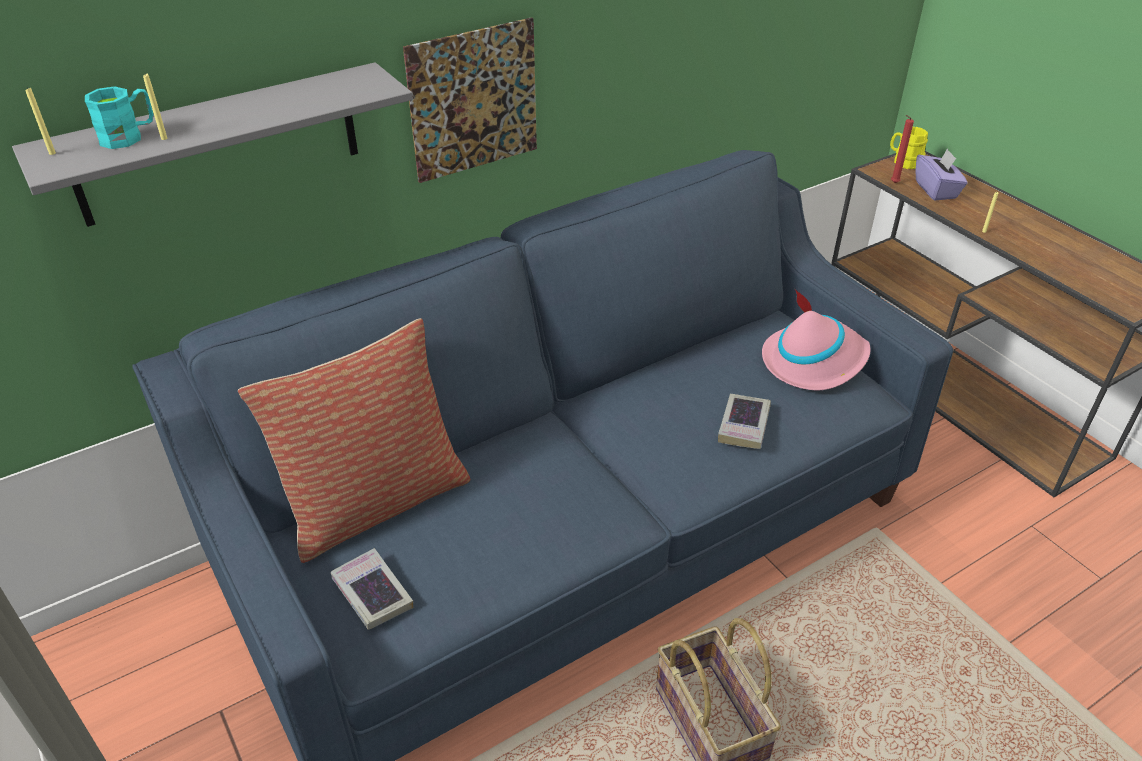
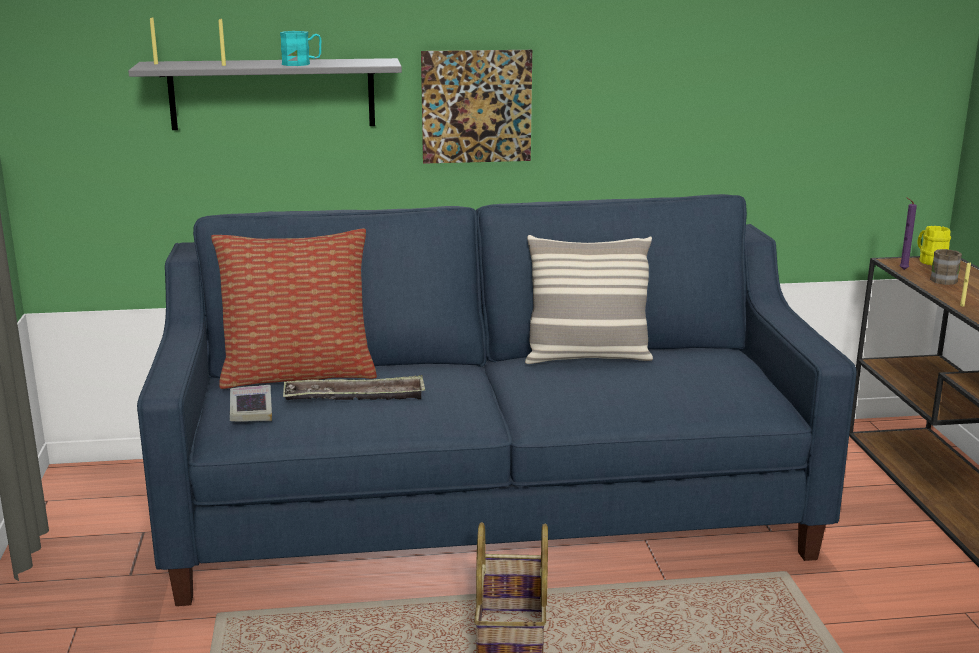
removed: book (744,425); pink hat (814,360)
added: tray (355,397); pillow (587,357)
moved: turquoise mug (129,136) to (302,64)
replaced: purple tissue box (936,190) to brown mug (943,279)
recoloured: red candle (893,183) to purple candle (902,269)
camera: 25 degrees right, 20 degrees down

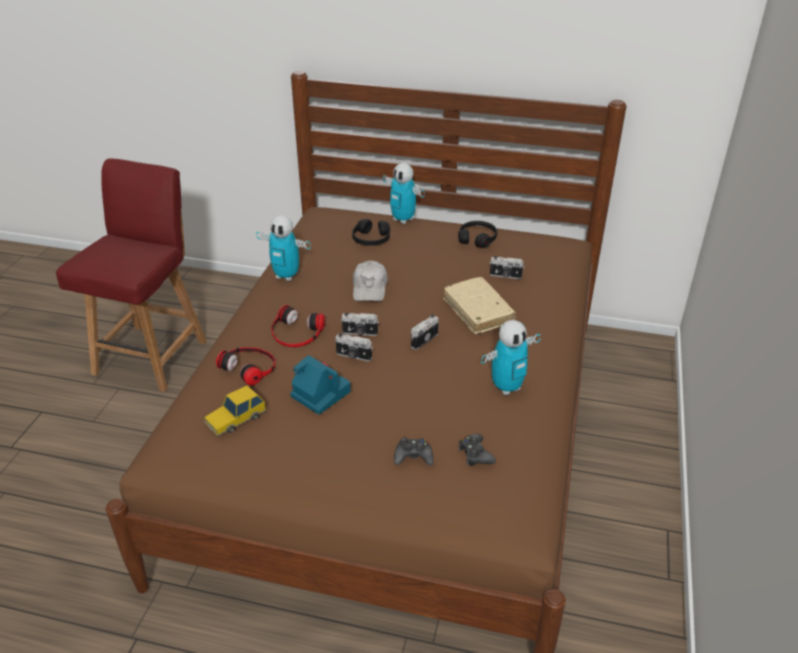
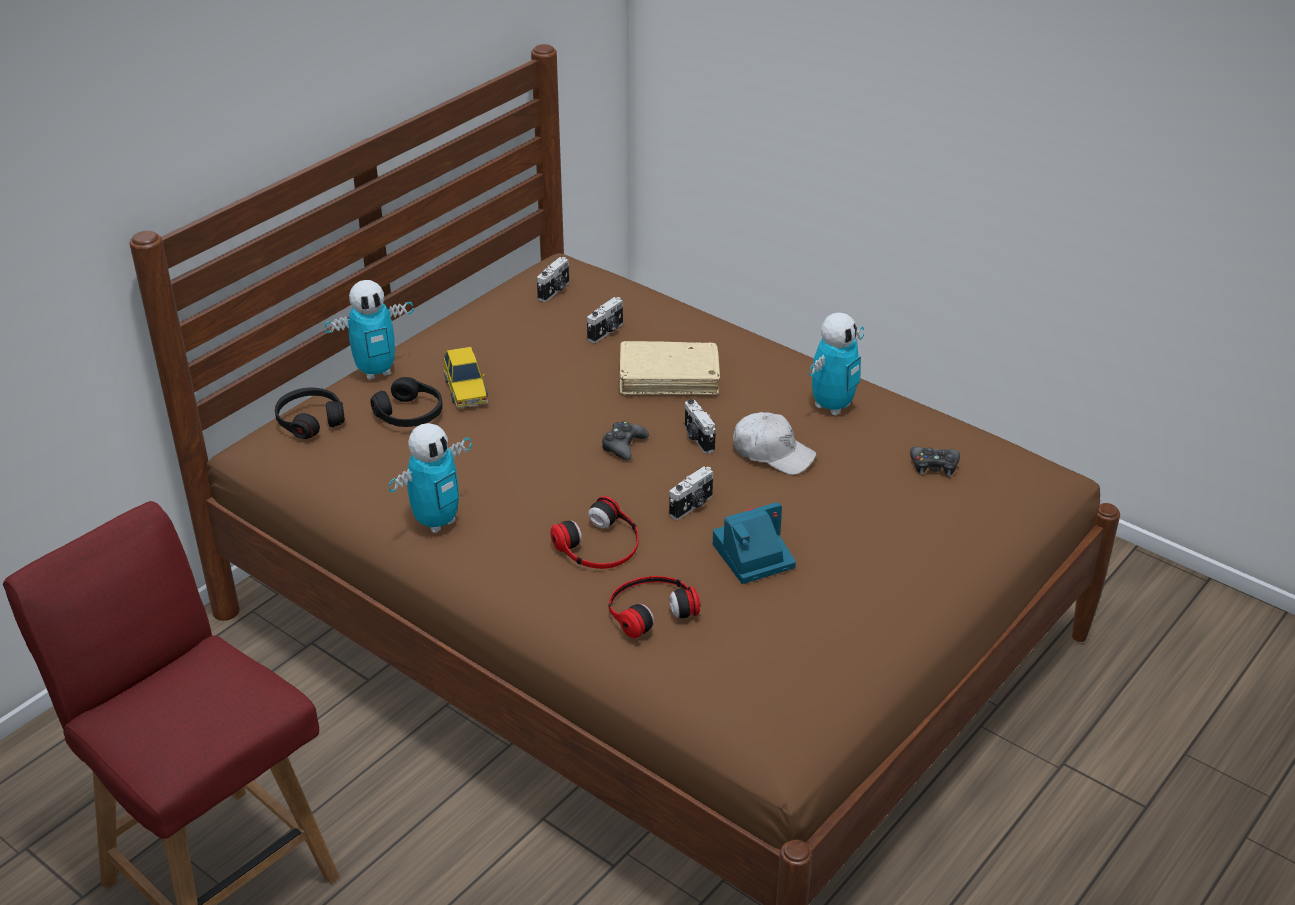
moved: toy car (235,419) to (466,390); photo camera (360,333) to (555,291); white cap (370,288) to (772,453); black game controller (413,456) to (623,446); black headphones (477,239) to (310,420)
turned: toy robot (507,387) = (832,406) 45 degrees clockwise
camera: 65 degrees left, 0 degrees up

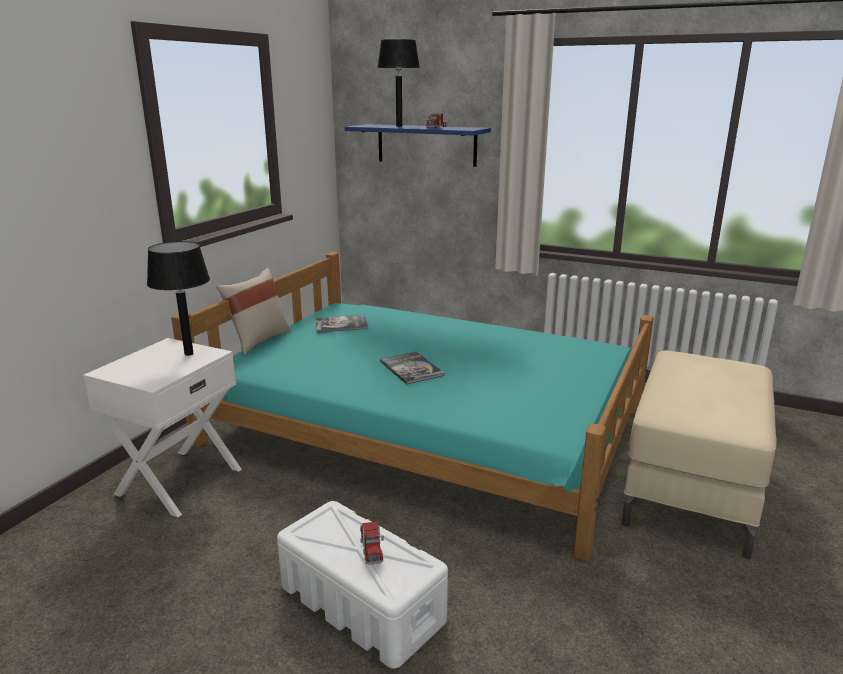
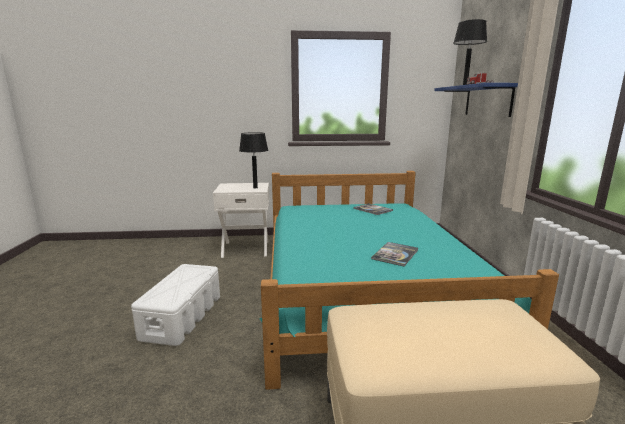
removed: beige pillow (258,340); toy truck (371,547)
moved: book (411,368) to (395,254)
camera: 60 degrees right, 5 degrees down

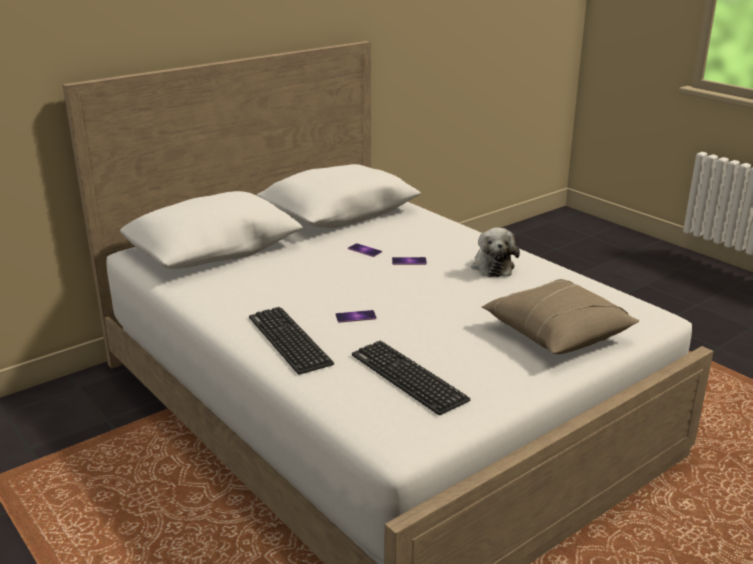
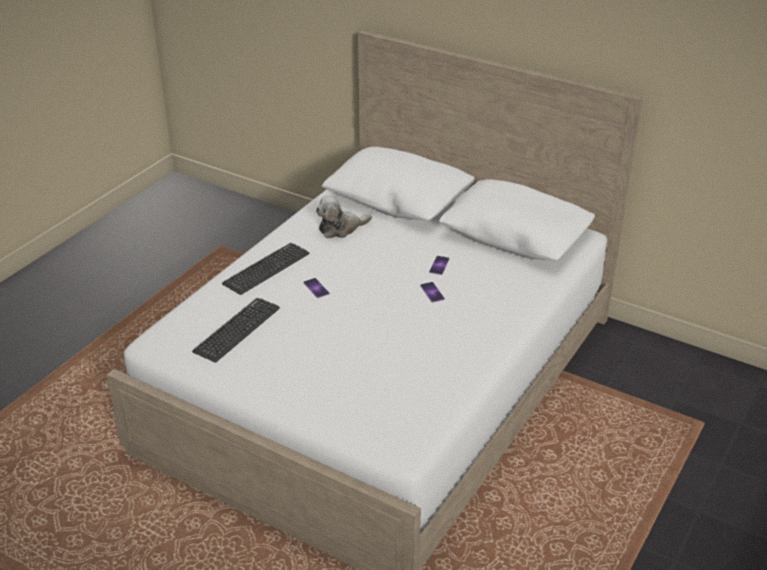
removed: beige pillow (556,333)
moved: plush toy (492,266) to (341,228)
camera: 70 degrees right, 10 degrees up

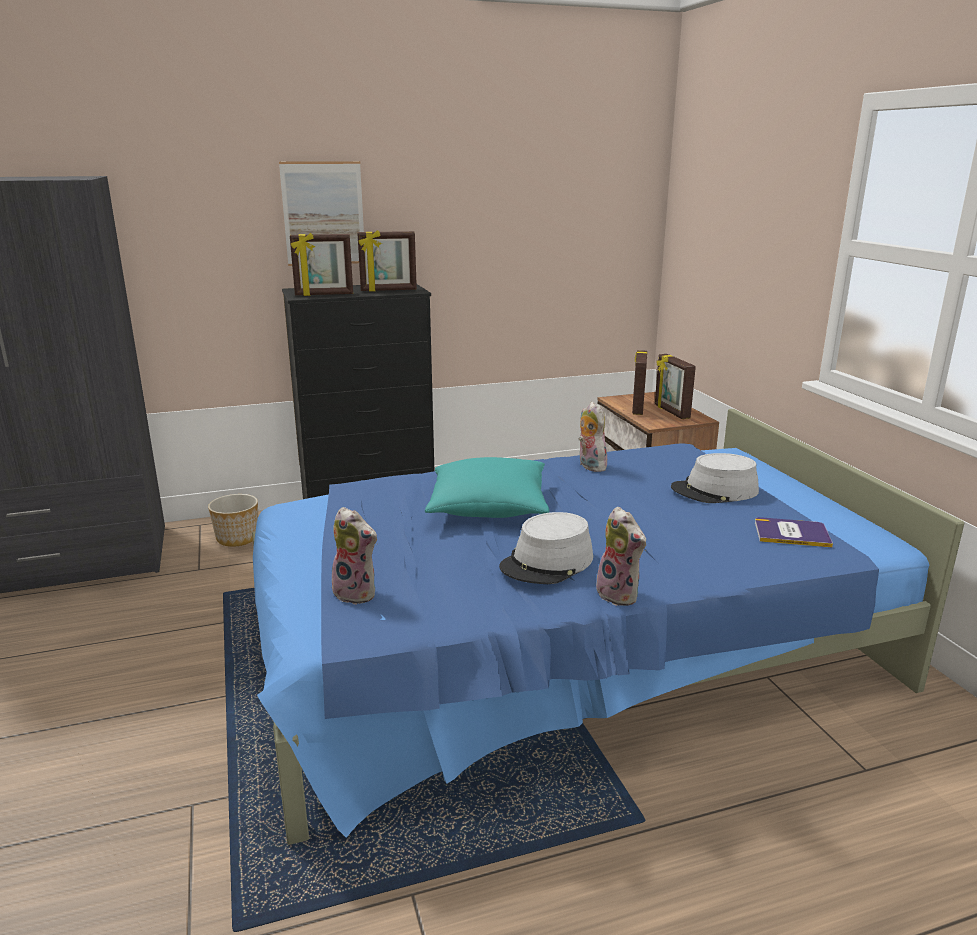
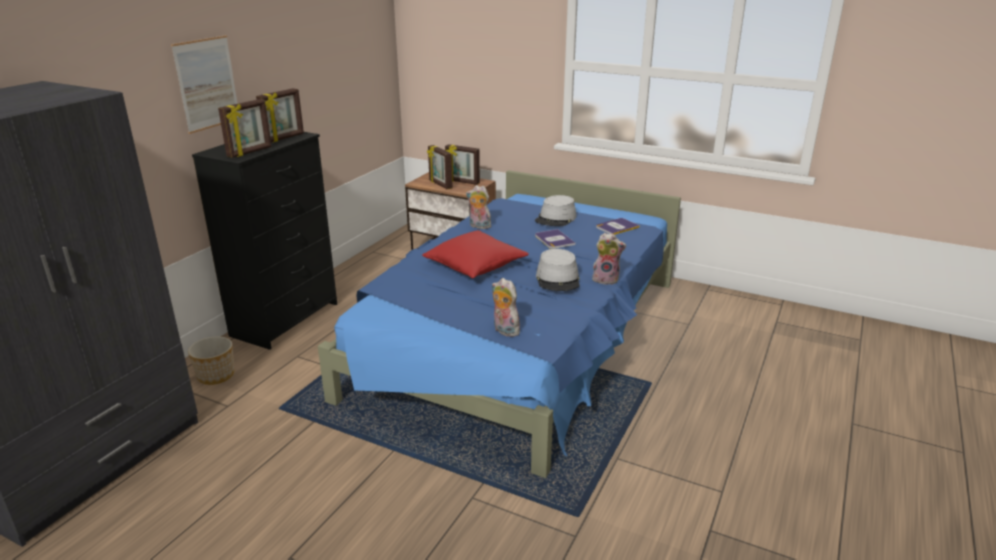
added: book (554,240)
recoloured: turquoise pillow (488,507) to red pillow (475,266)
turned: plush toy (357,593) = (504,331) 120 degrees counterclockwise
camera: 45 degrees left, 5 degrees up

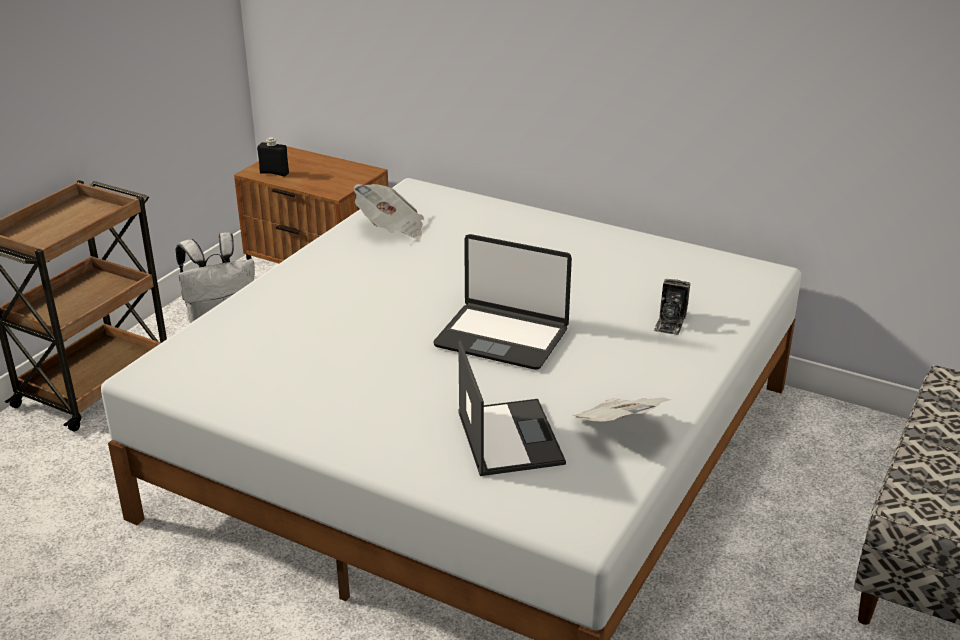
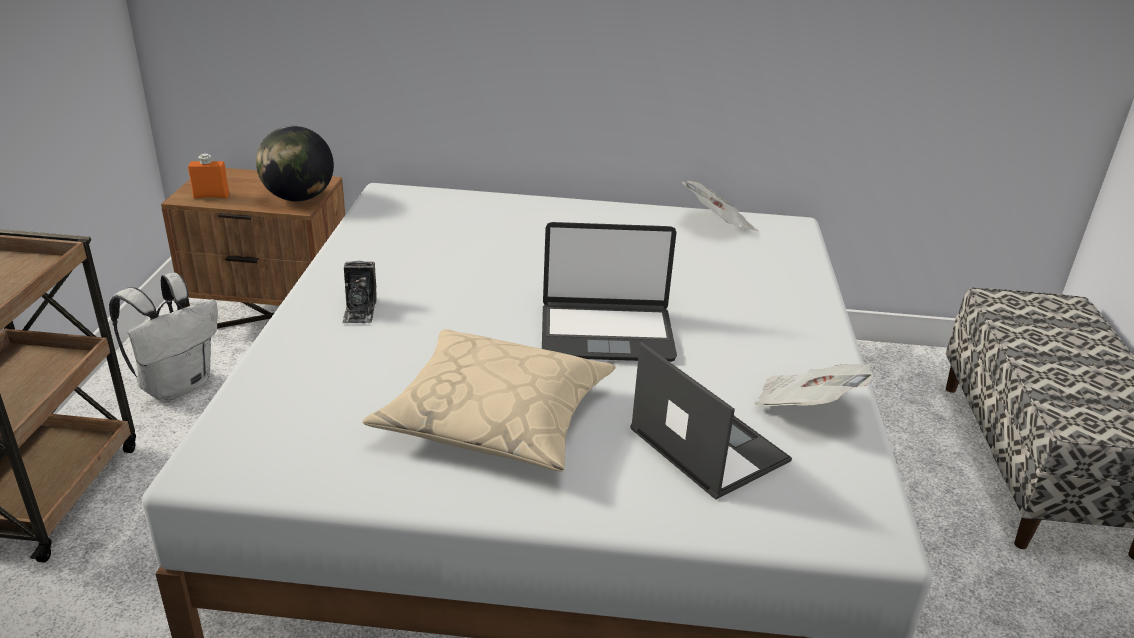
added: globe (299,198); beige pillow (496,417)
moved: newspaper (391,228) to (718,225); photo camera (670,322) to (360,310)
recoloured: black bottle (274,173) to orange bottle (211,196)
camera: 25 degrees left, 0 degrees up

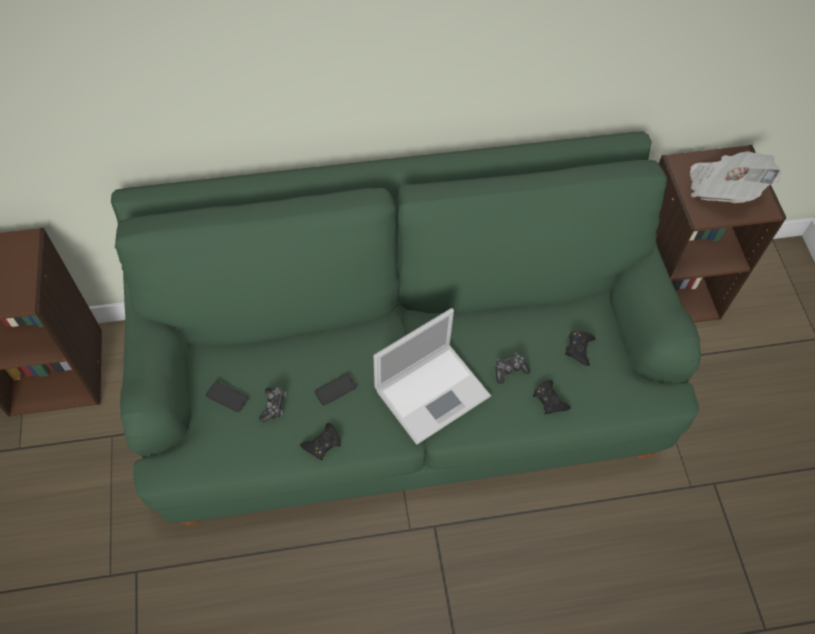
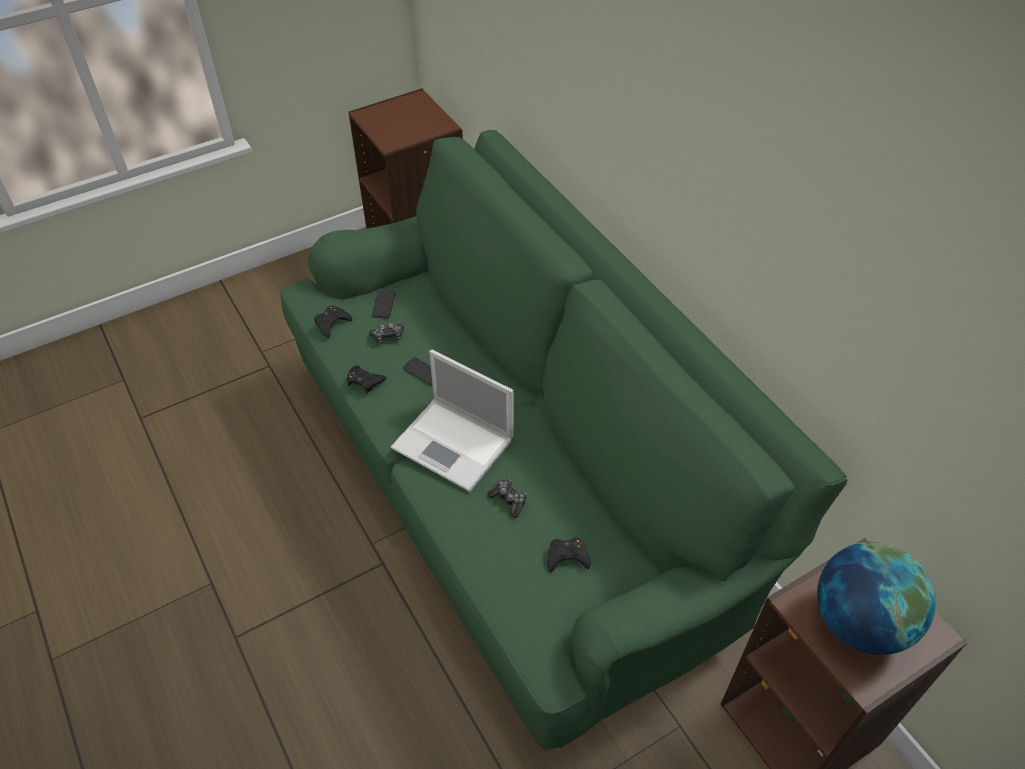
moved: black game controller (549,400) to (332,323)
replaced: newspaper (723,189) to globe (859,622)
camera: 70 degrees right, 10 degrees down

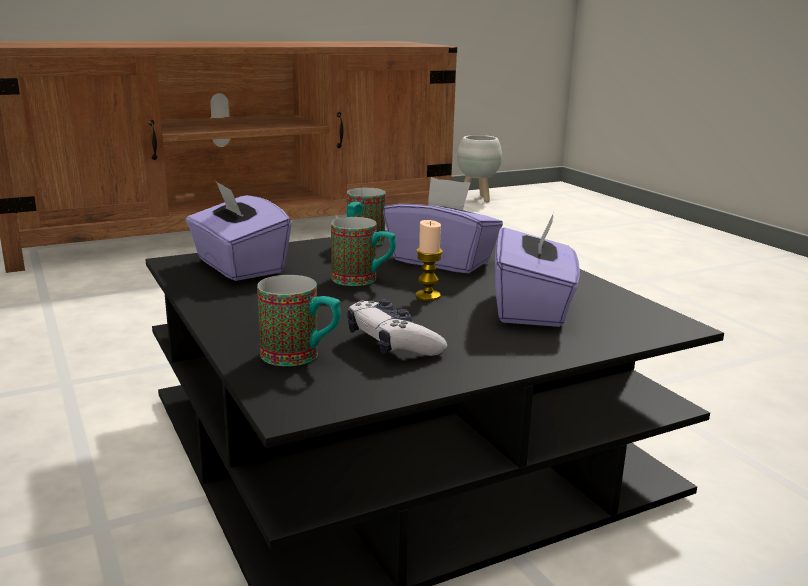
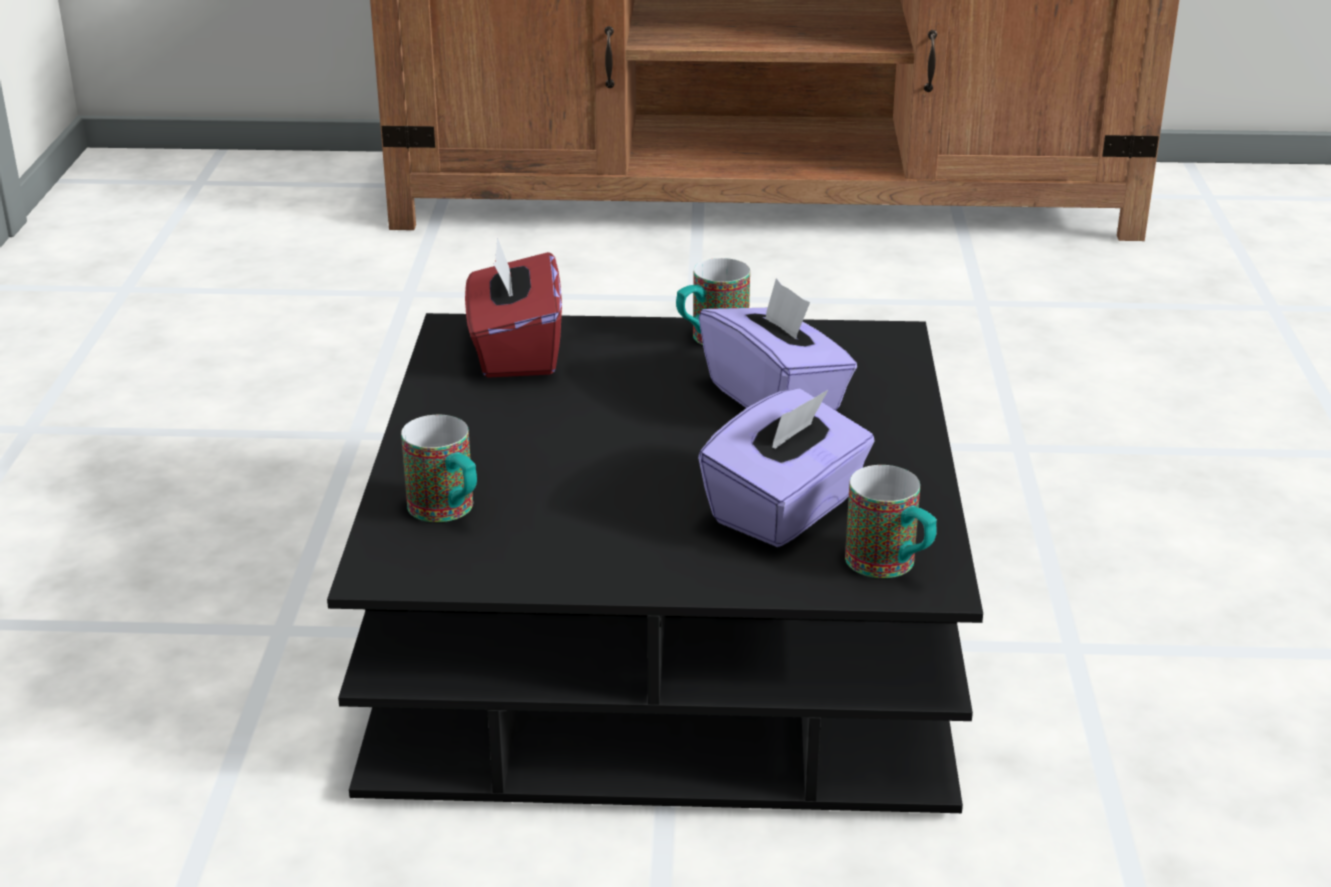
removed: game controller (392,344); candle (428,296); white planter (477,199)
moved: mug (363,280) to (891,567)
recoloured: purple tissue box (238,266) to red tissue box (515,352)
camera: 30 degrees right, 10 degrees up

